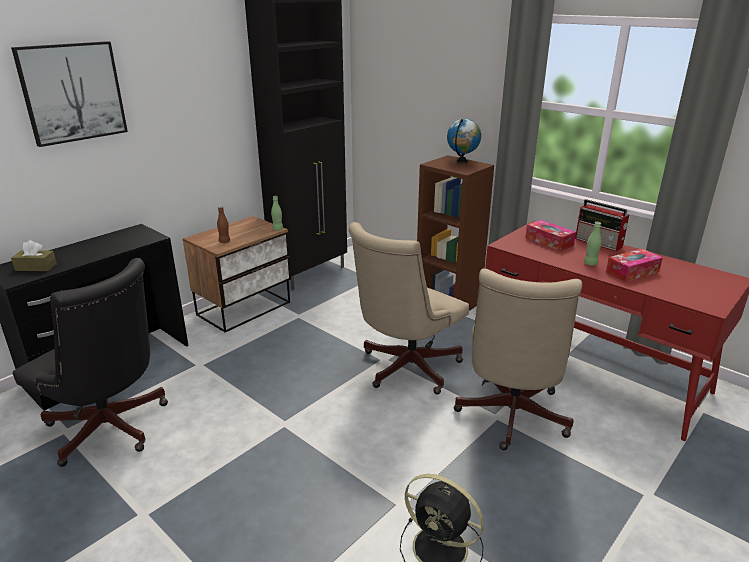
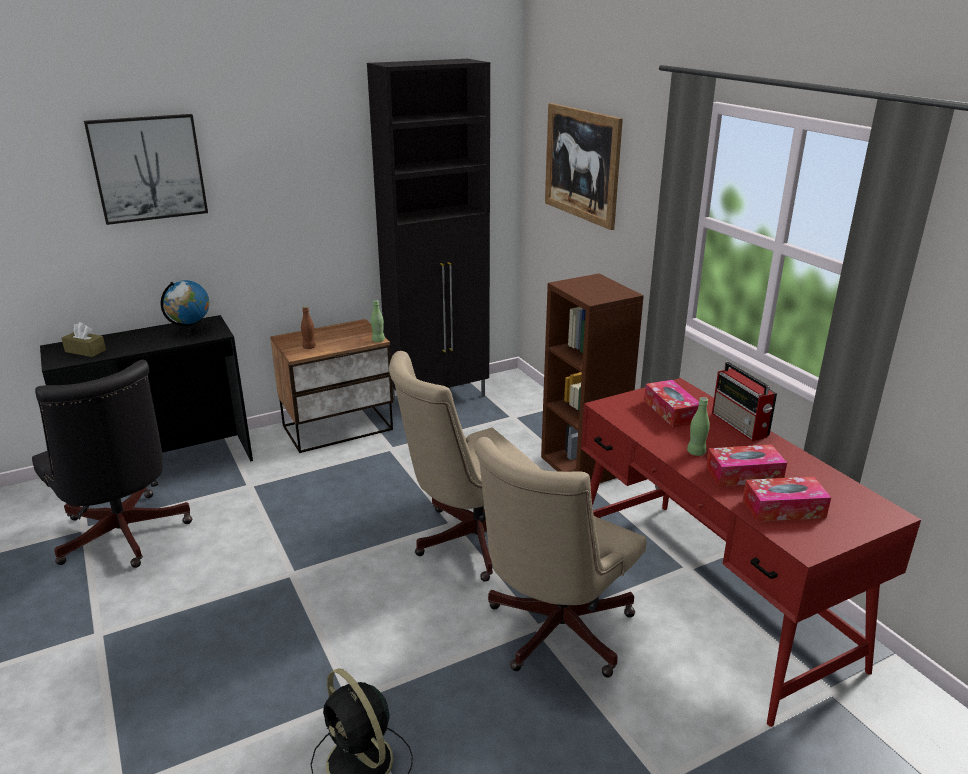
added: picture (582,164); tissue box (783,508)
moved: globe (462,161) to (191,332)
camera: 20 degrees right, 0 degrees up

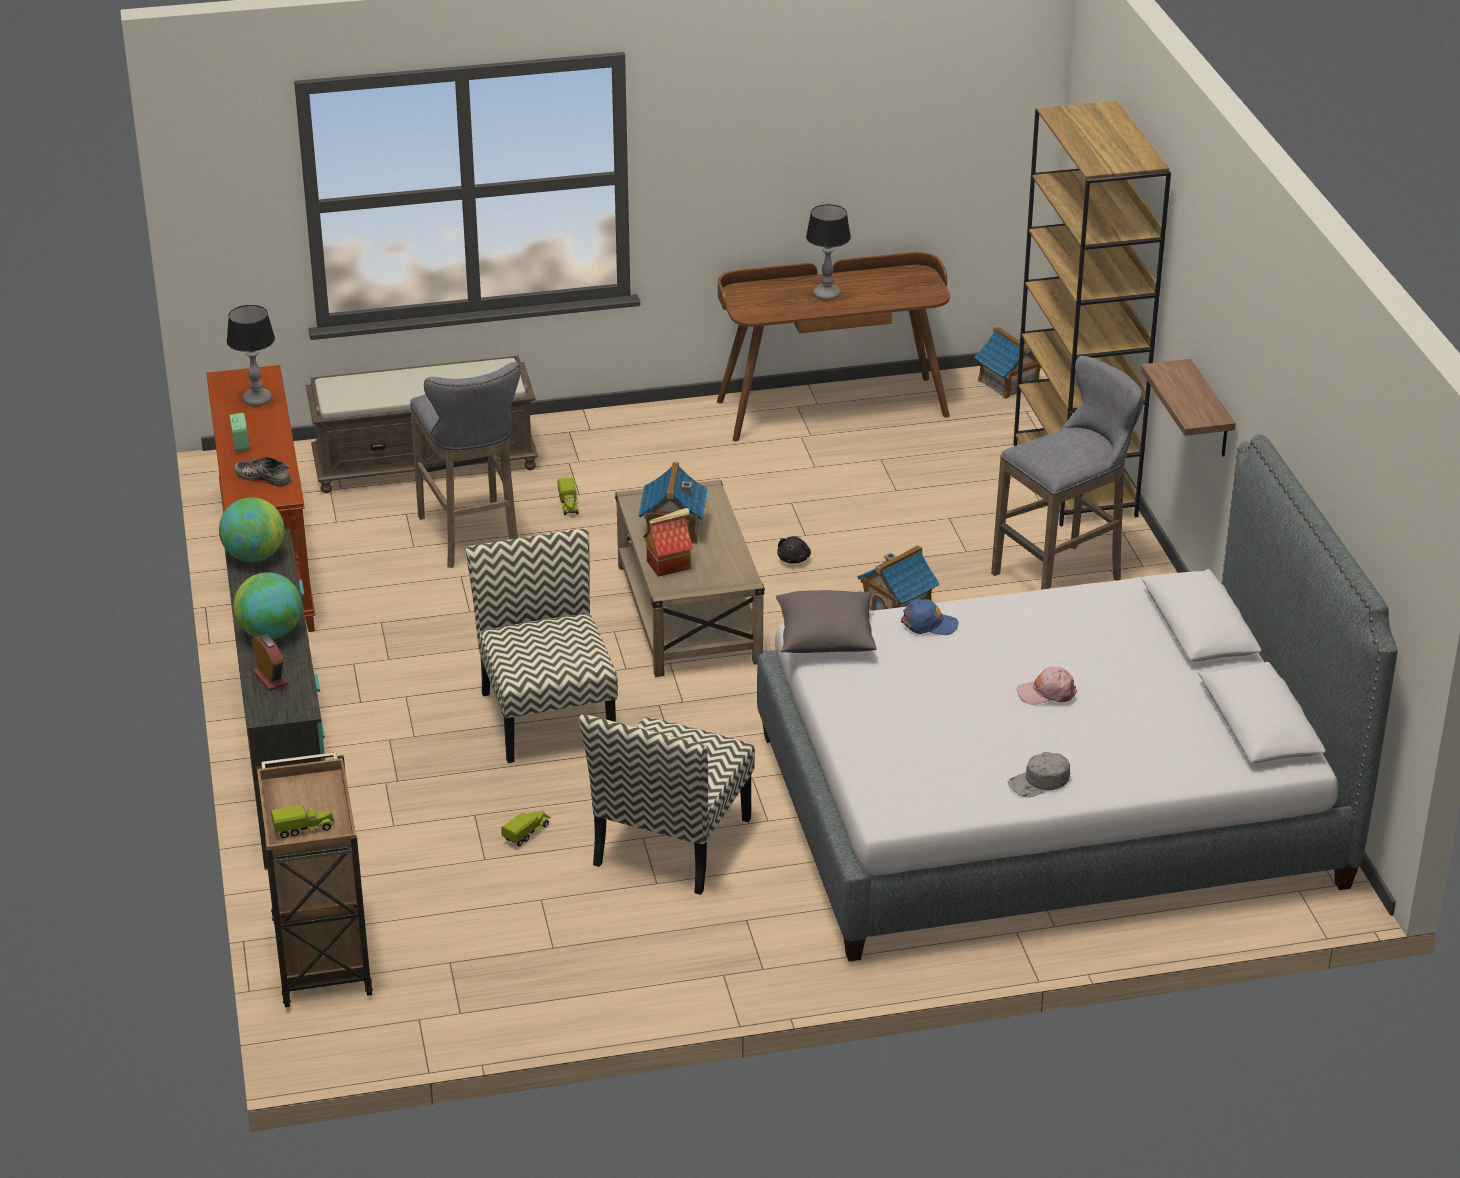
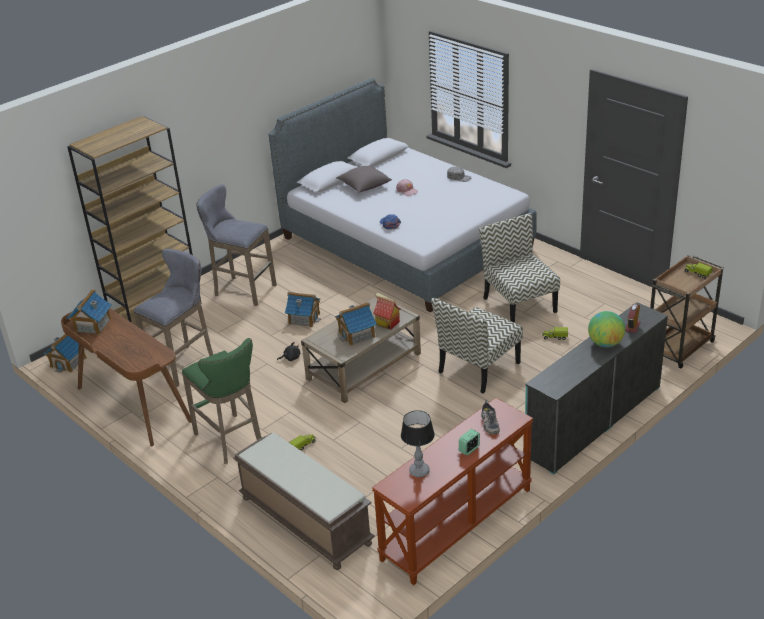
removed: globe (254,556); table lamp (826,295); shelf (1210,411)
added: toy house (92,325); green stool (231,441)
moved: grey stool (472,538) to (184,363); grey pillow (825,639) to (364,186)
turned: chair (672,843) = (518,304) 105 degrees counterclockwise
camera: 120 degrees left, 0 degrees up

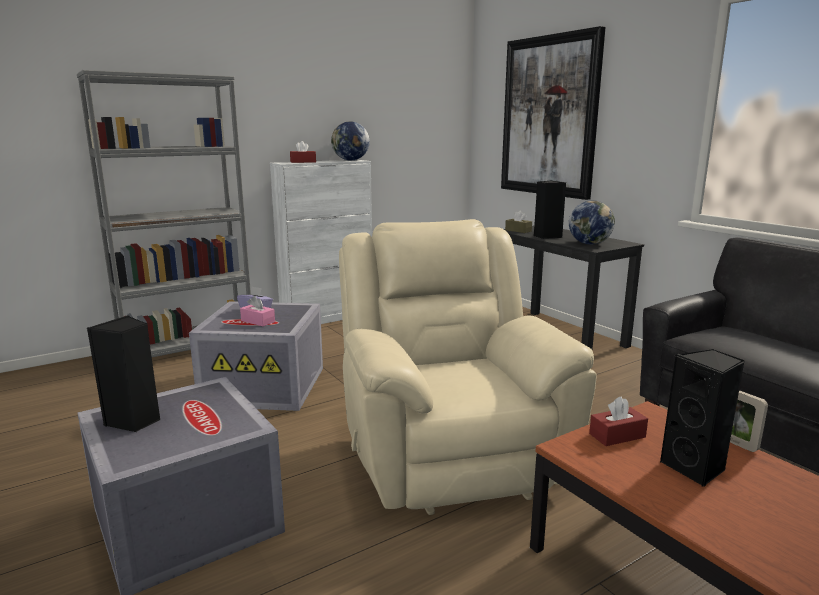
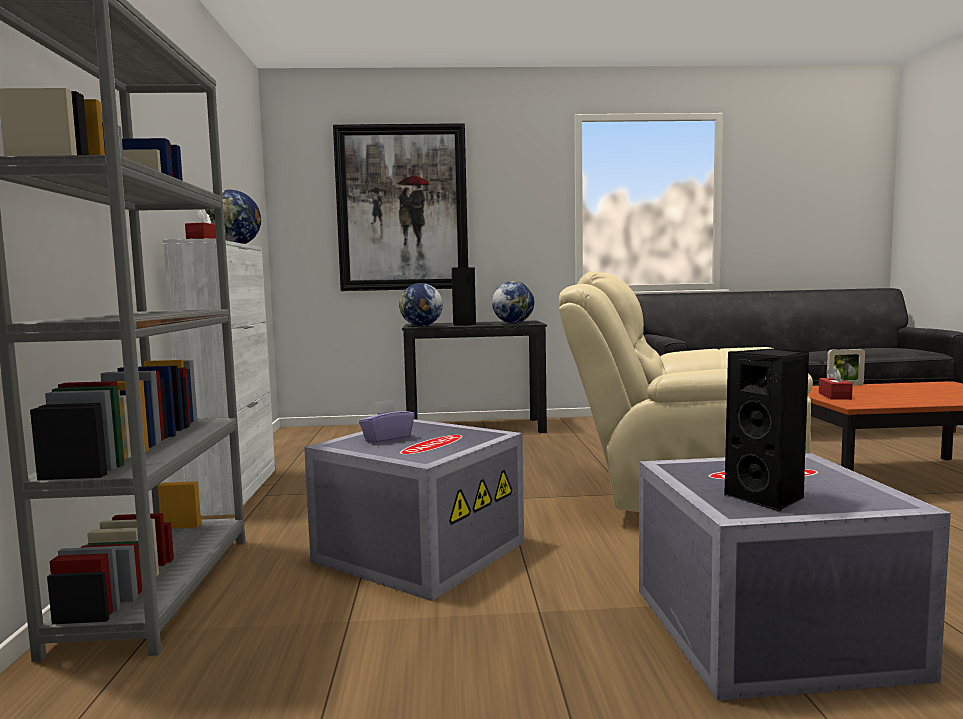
removed: pink tissue box (258,321); black speaker (696,468)
replaced: brown tissue box (518,230) to globe (421,326)
camera: 60 degrees left, 10 degrees down

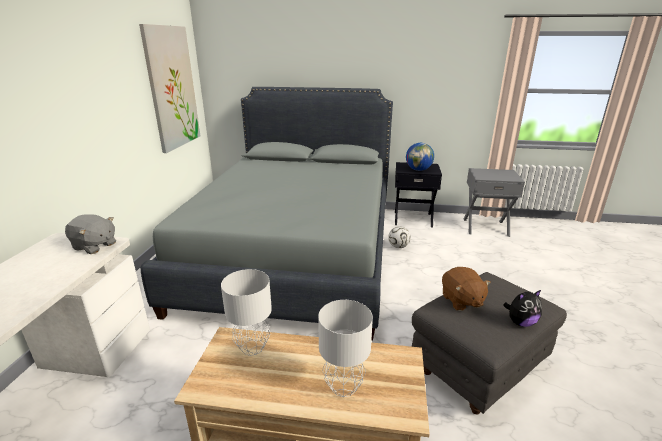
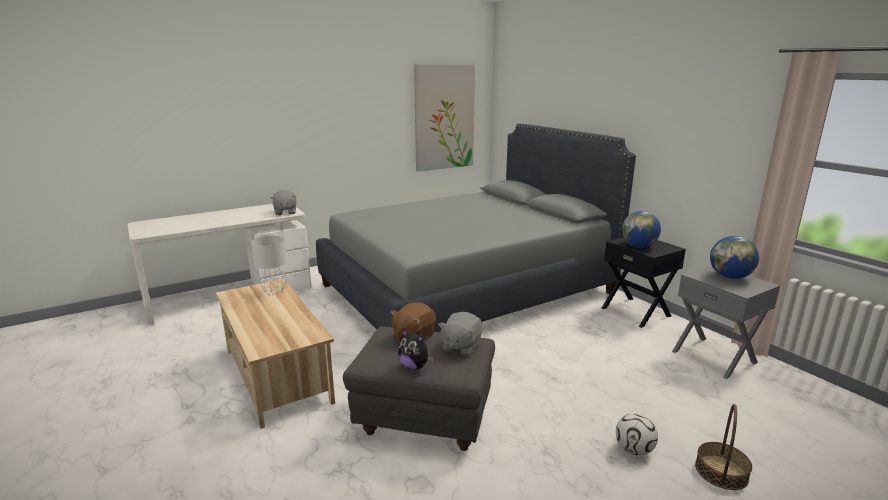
removed: grey table lamp (343,387)
added: grey plush toy (460,347); basket (721,472); globe (730,277)
moved: football (398,246) to (634,450)
camera: 50 degrees right, 5 degrees down

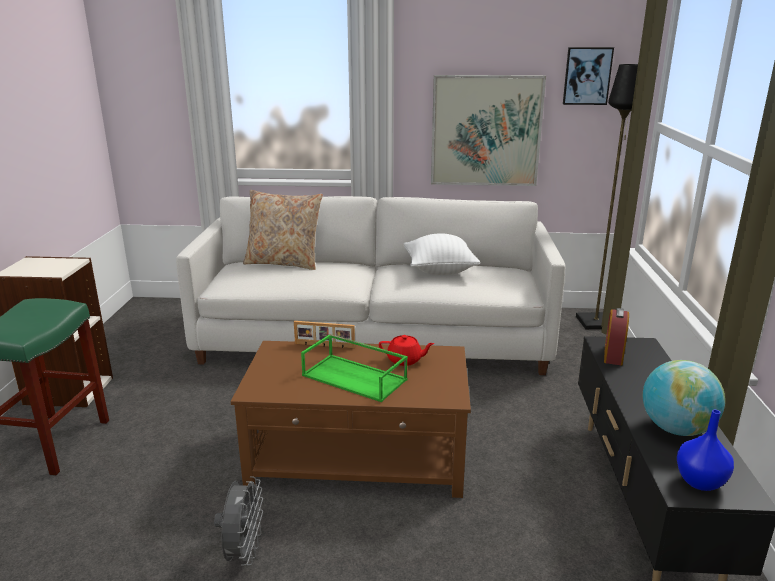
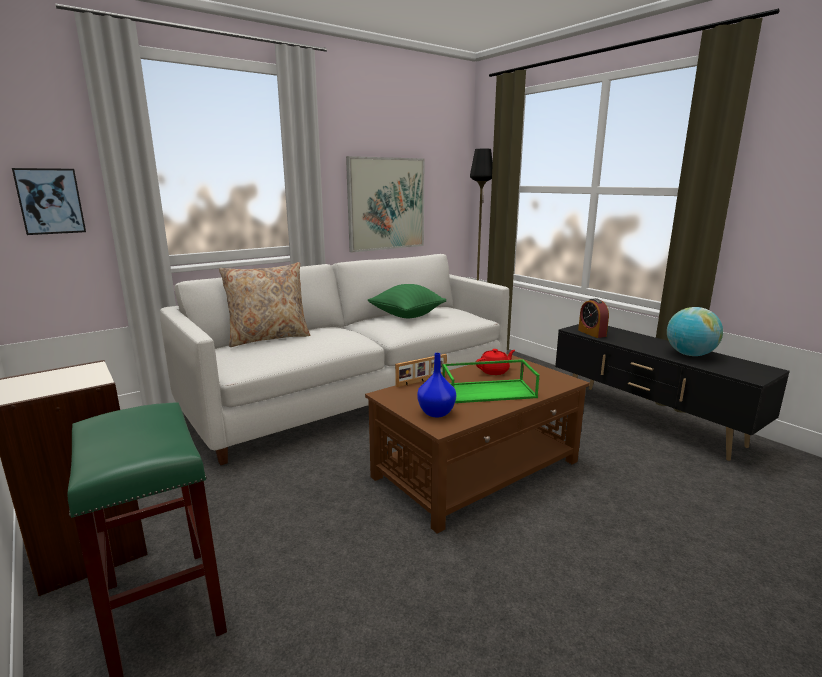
removed: grey fan (243,552)
moved: picture (587,76) to (50,201); blue vase (700,482) to (436,413)
recoloured: white pillow (439,270) to green pillow (407,316)
camera: 40 degrees left, 5 degrees down

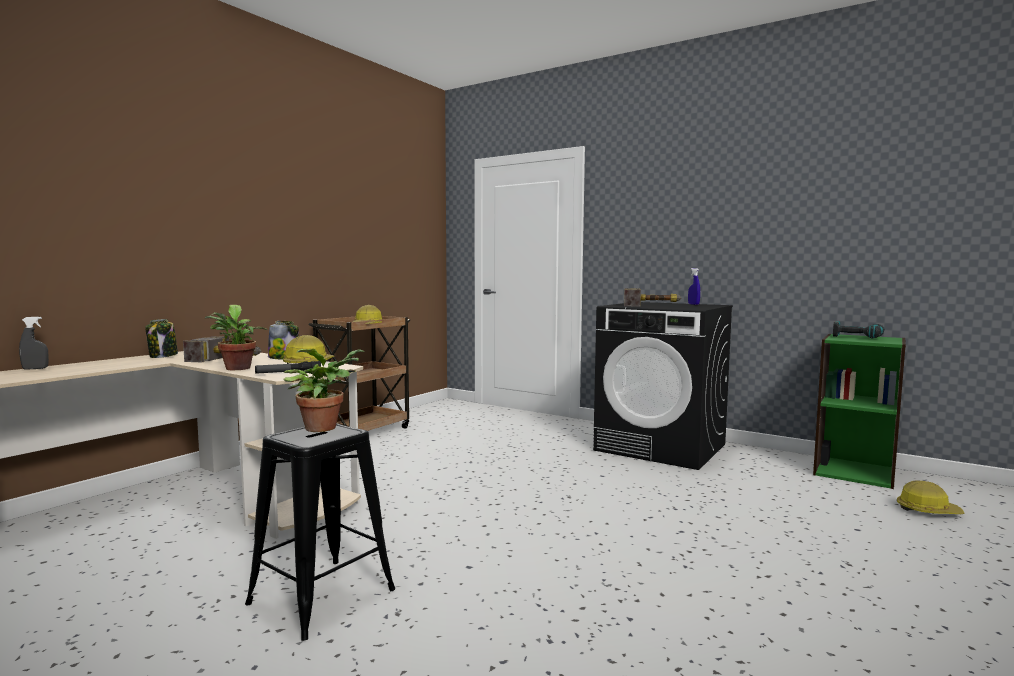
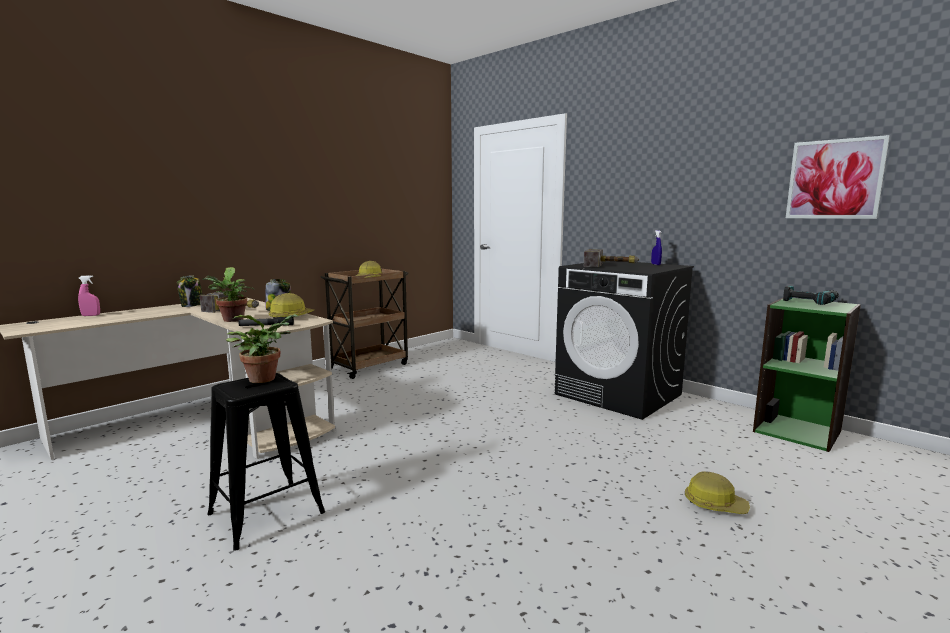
added: picture (834,179)
moved: hard hat (927,511) to (714,504)
recoloured: grey spray bottle (35,368) to pink spray bottle (91,315)
camera: 10 degrees right, 5 degrees up

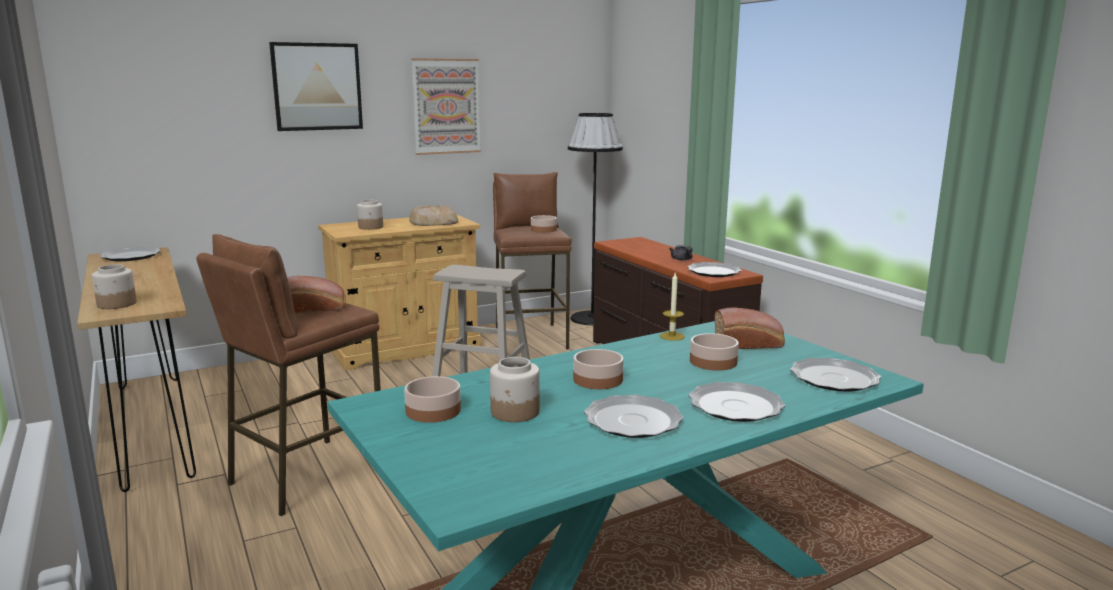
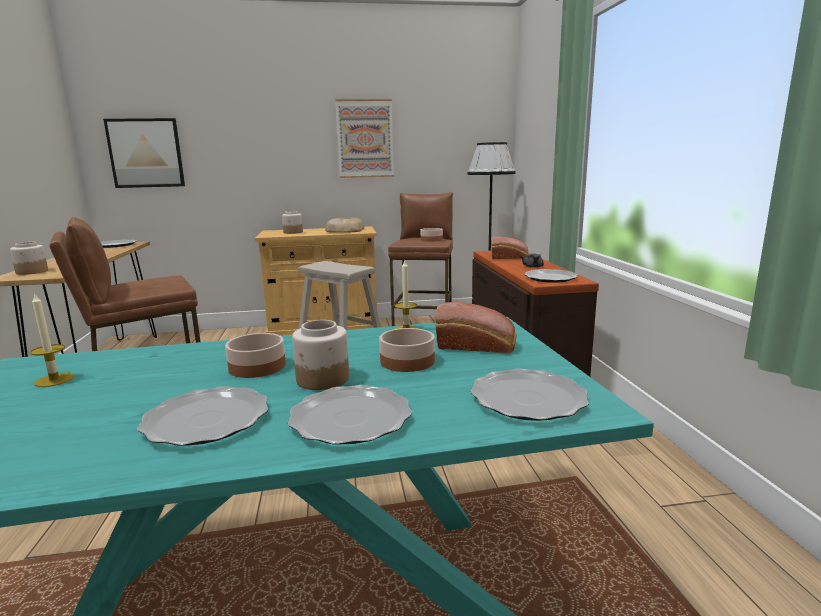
moved: picture (317,86) to (146,153); bread (316,308) to (509,257); jar (515,412) to (322,379)
replaced: bowl (434,411) to candle (54,380)
camera: 20 degrees right, 0 degrees up

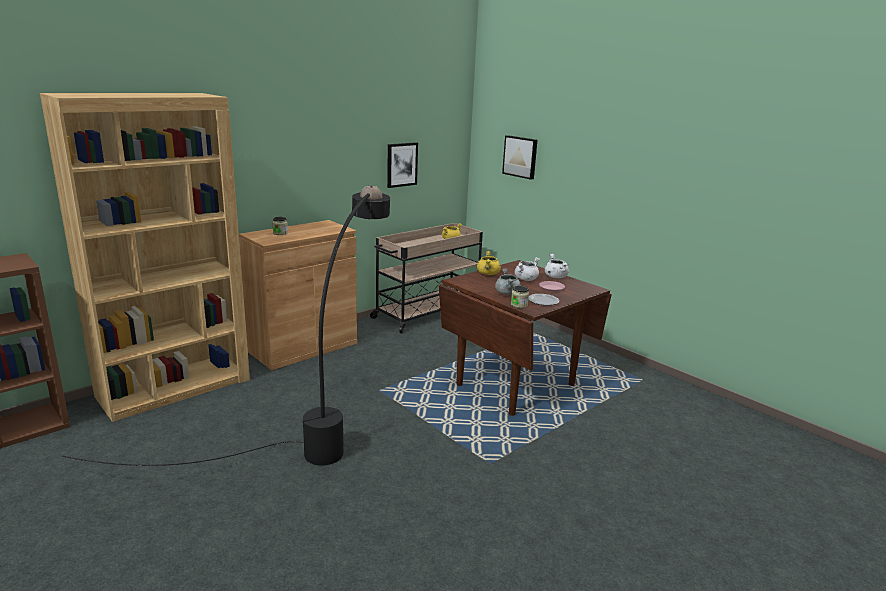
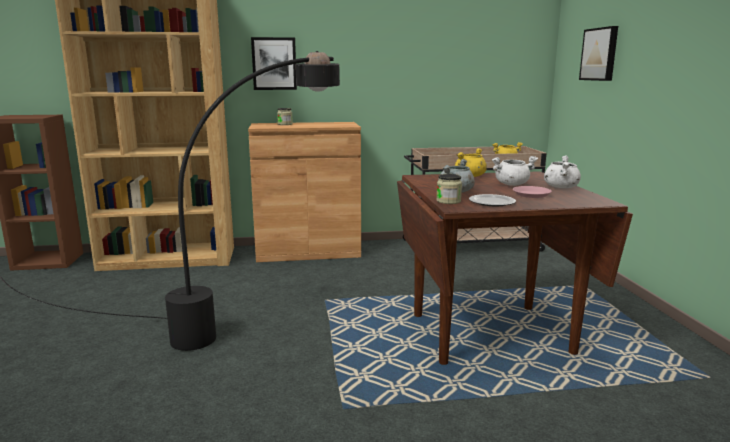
moved: picture (401,164) to (274,63)
camera: 35 degrees right, 5 degrees down

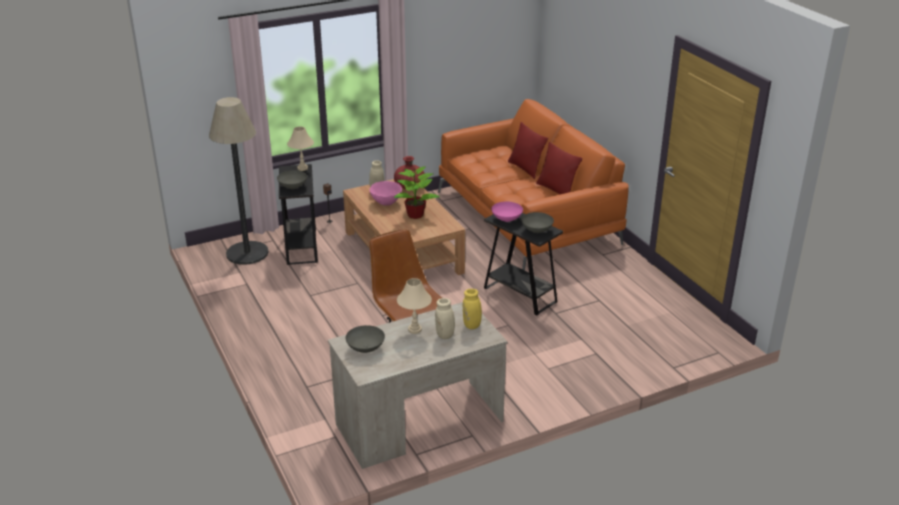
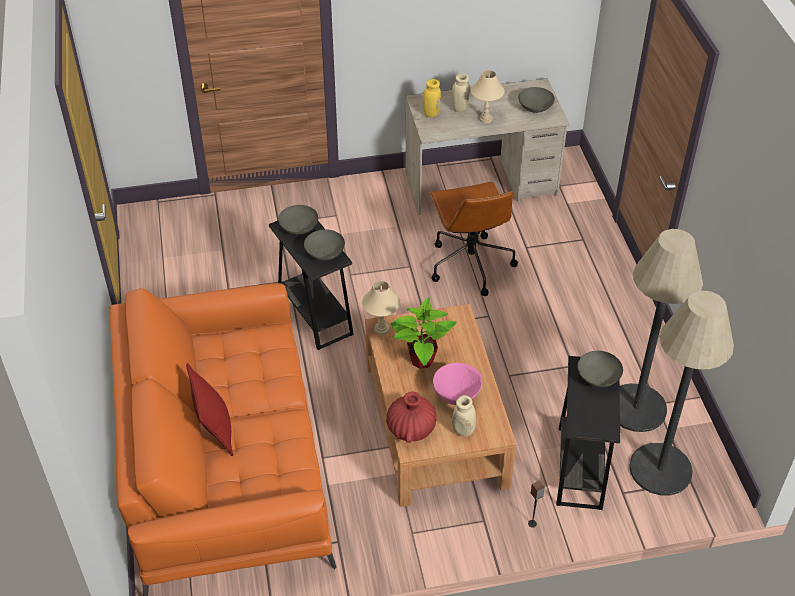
removed: red pillow (556,190)
added: floor lamp (636,408)
moved: beige table lamp (302,168) to (382,329)
recoloured: pink bowl (506,219) to grey bowl (324,254)
camera: 165 degrees left, 15 degrees up

